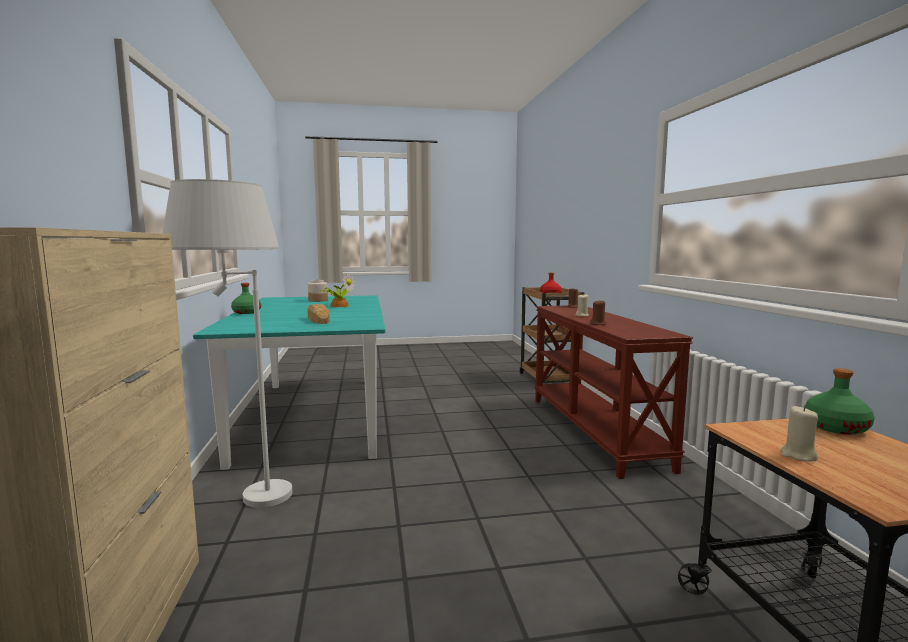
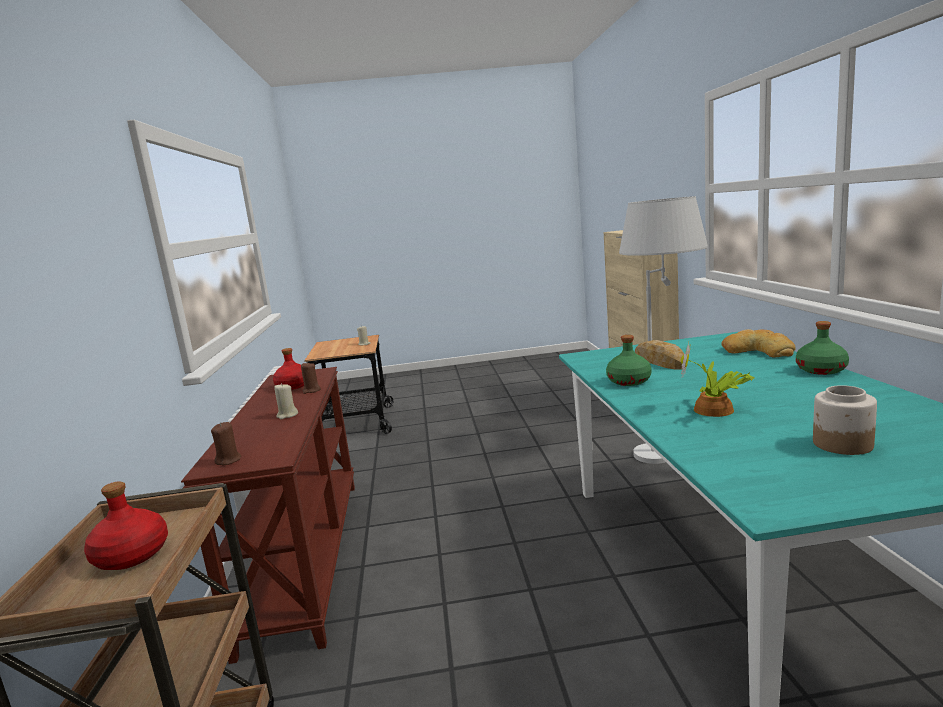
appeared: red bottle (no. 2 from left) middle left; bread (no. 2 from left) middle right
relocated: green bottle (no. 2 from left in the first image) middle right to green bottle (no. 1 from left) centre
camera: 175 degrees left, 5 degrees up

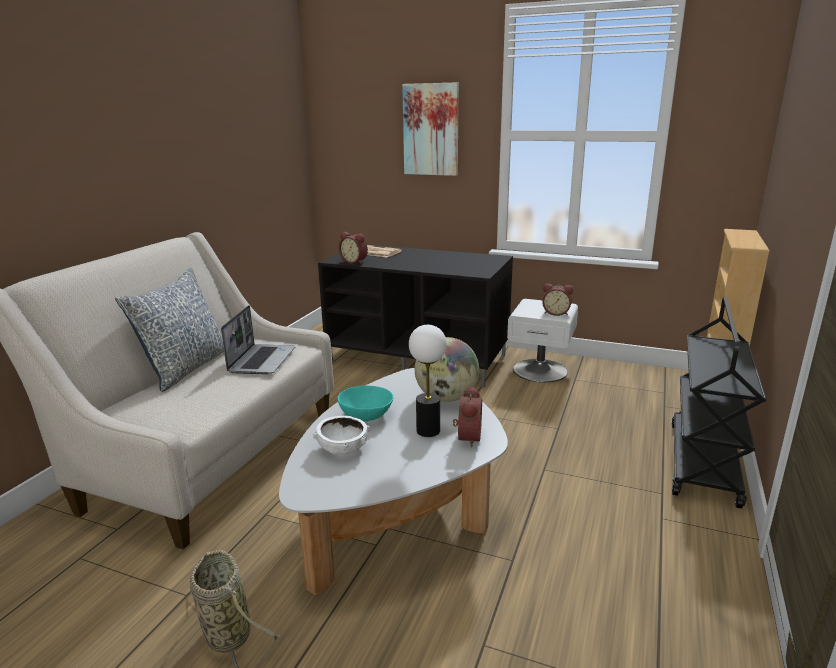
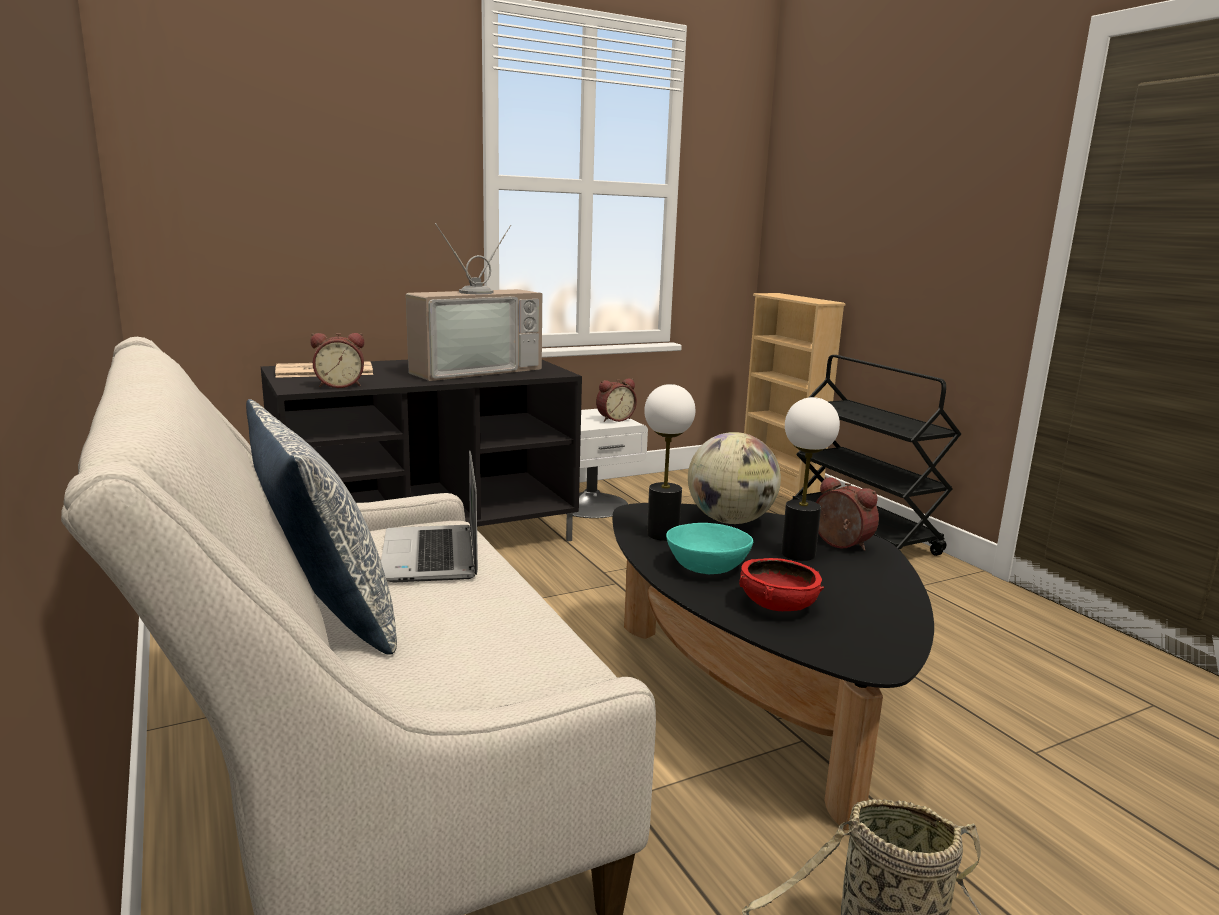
missing: picture top centre
appeared: television top centre; table lamp (no. 1 from left) centre
colour: white coffee table bottom centre to black coffee table bottom centre; white bowl centre to red bowl centre
spun: laptop middle left = centre 150 degrees counterclockwise
camera: 50 degrees left, 5 degrees down

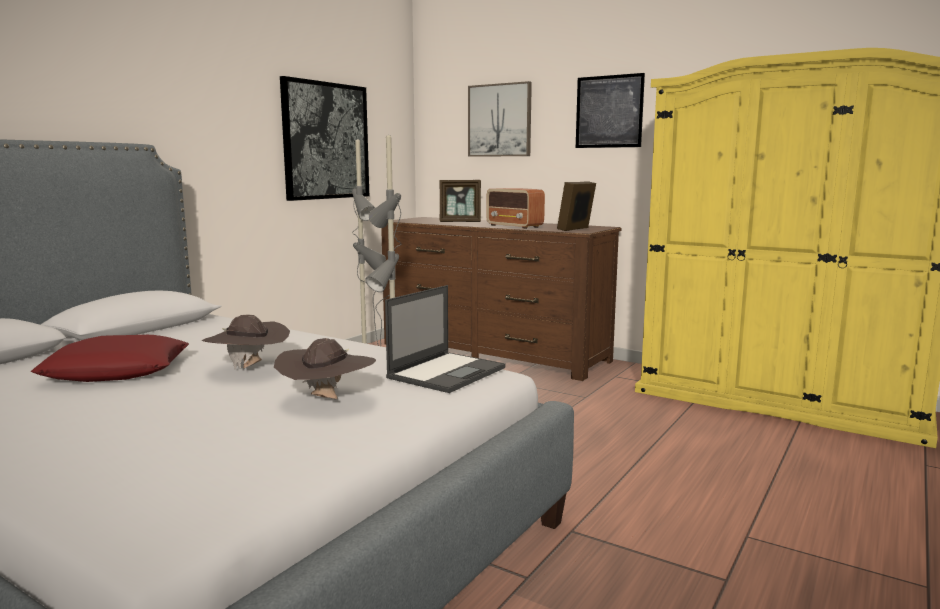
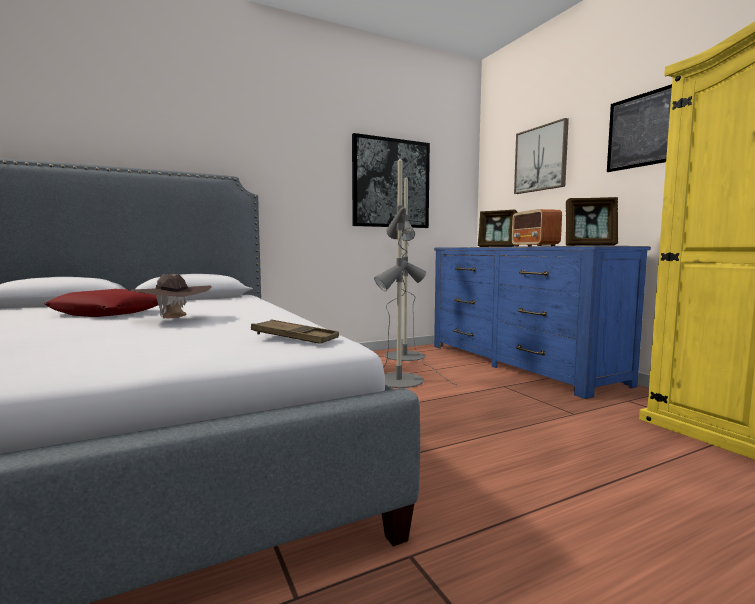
missing: brown hat (no. 2 from left) centre
exchanged: laptop centre to brown tray centre
colour: brown dresser centre to blue dresser middle right
spun: picture frame (no. 2 from left) centre = middle right 150 degrees counterclockwise
camera: 30 degrees right, 5 degrees down

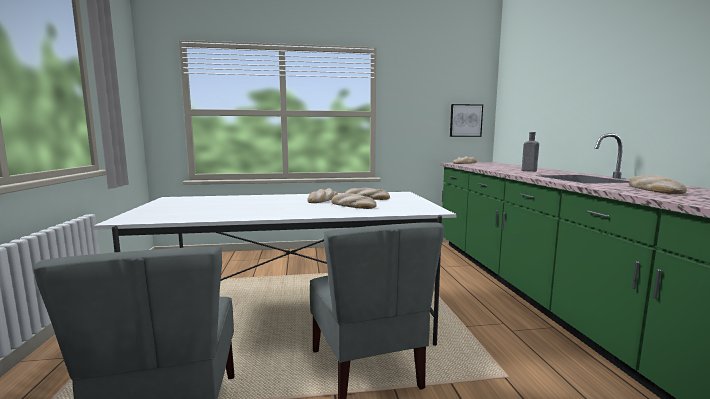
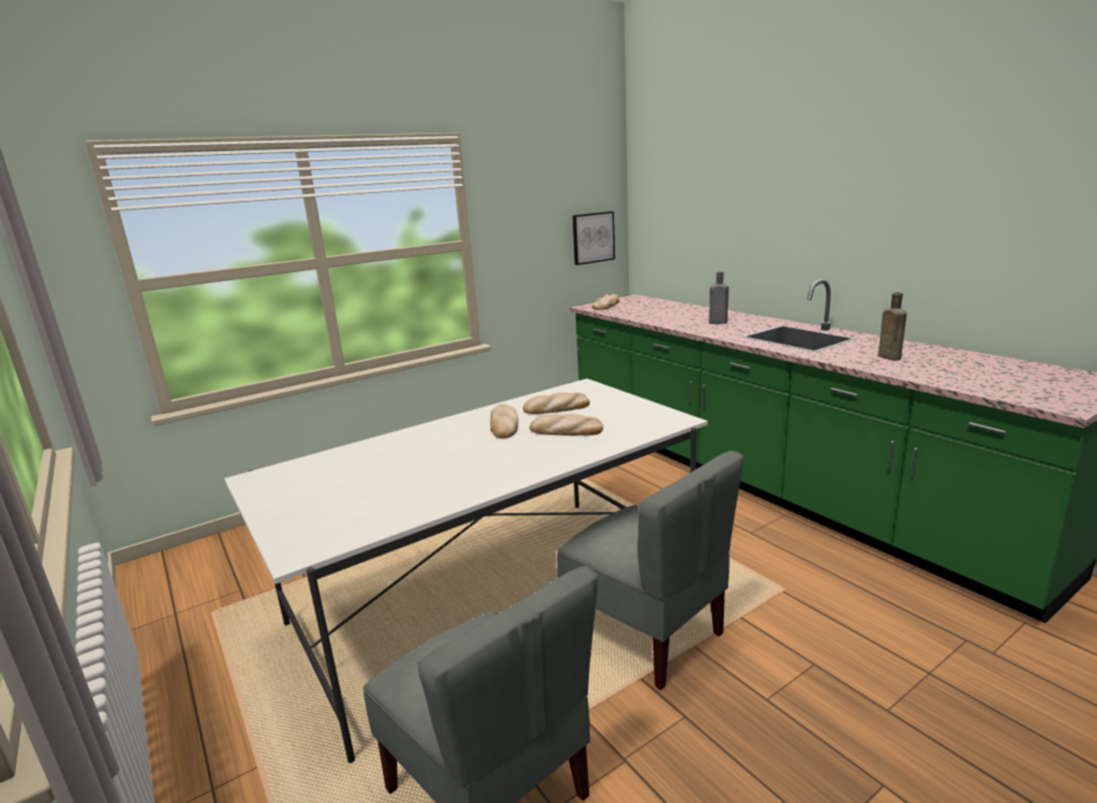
exchanged: bread (no. 5 from left) middle right to brown bottle middle right
camera: 25 degrees left, 10 degrees up

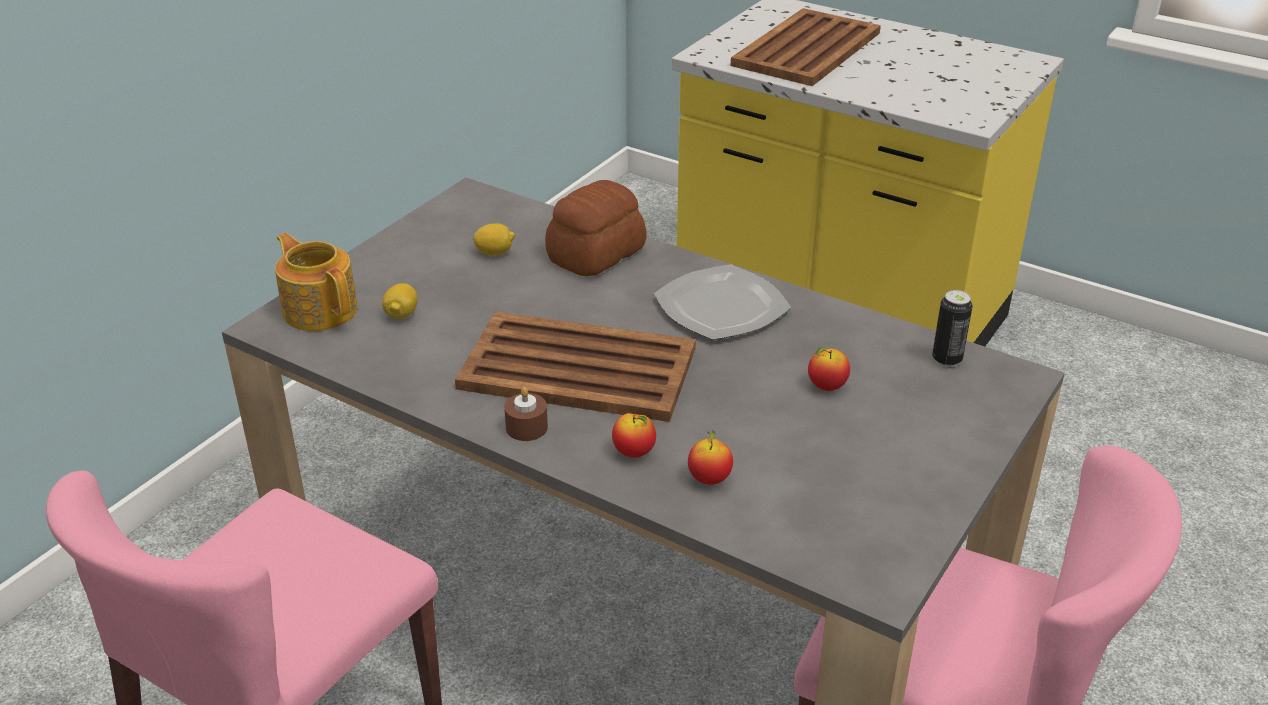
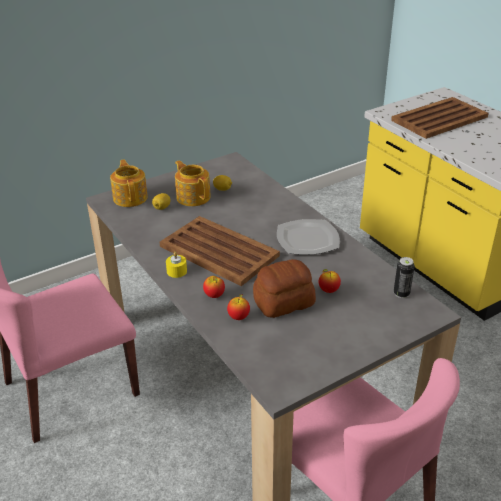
appeared: teapot (no. 2 from left) centre
relocated: bread top centre to centre
colour: brown candle centre to yellow candle centre
camera: 25 degrees right, 0 degrees up

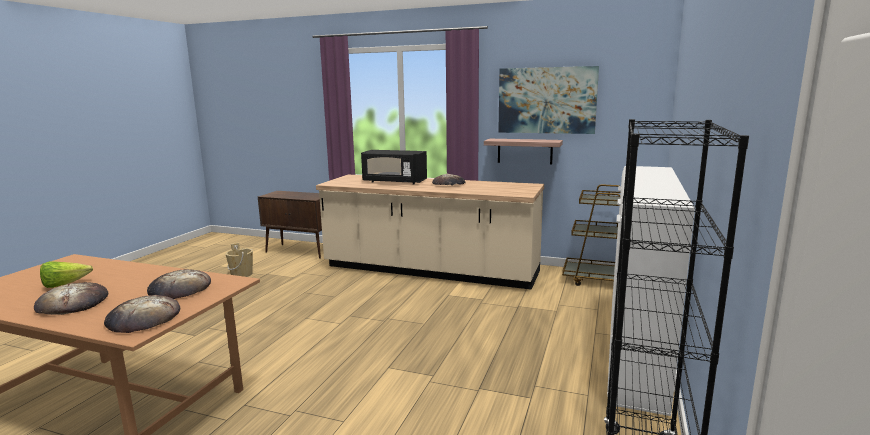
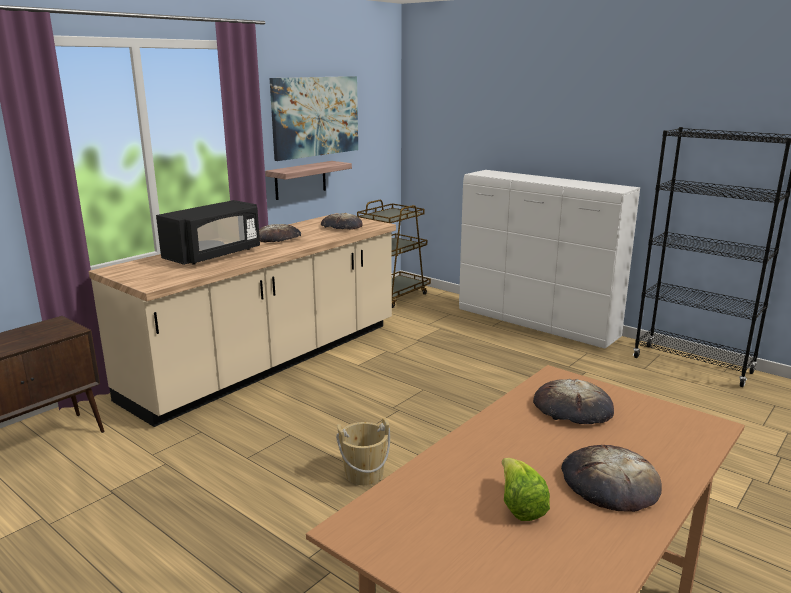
relocated: bread (no. 2 from left) bottom left to centre; beige bucket middle left to bottom centre
camera: 70 degrees left, 5 degrees up

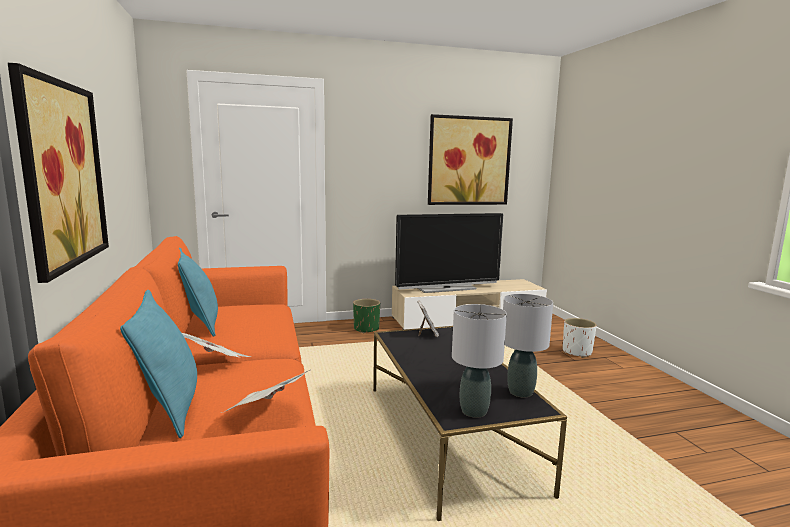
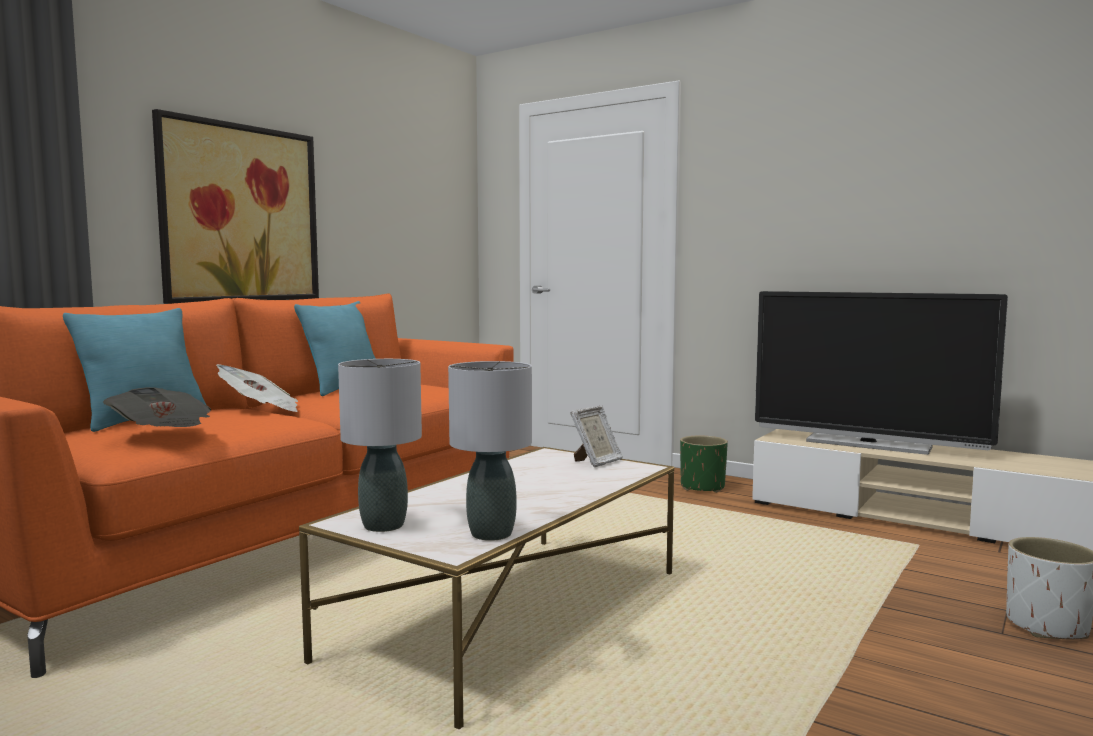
missing: picture (no. 2 from left) top centre
colour: black coffee table bottom centre to white coffee table bottom centre
camera: 50 degrees right, 5 degrees down

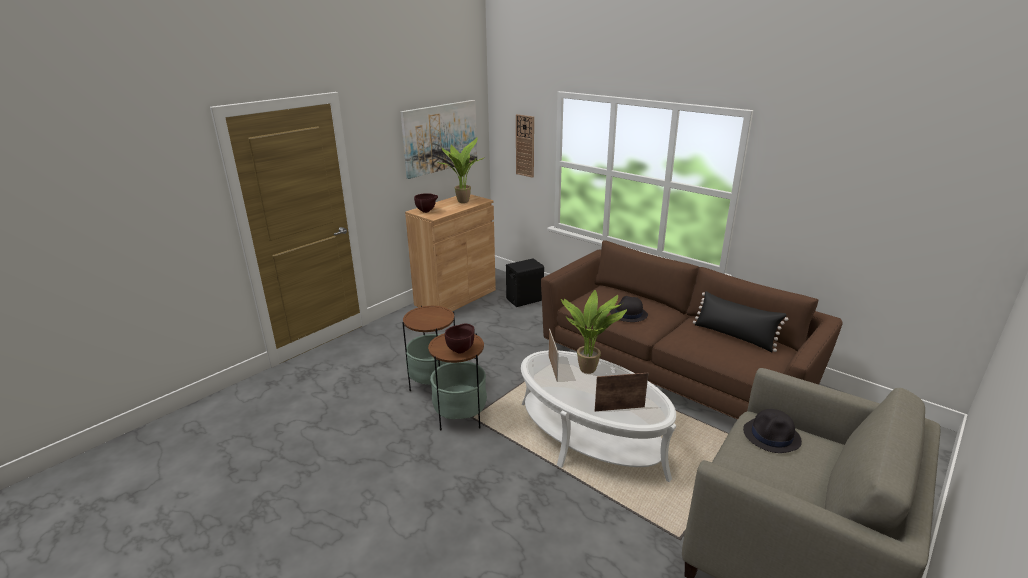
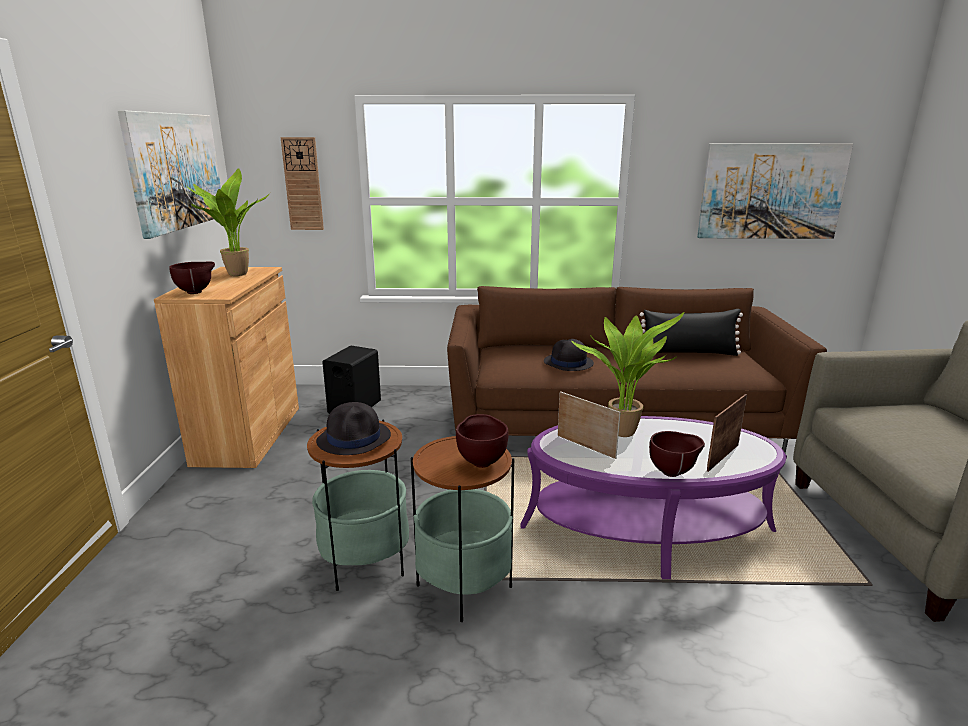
appeared: brown bowl (no. 3 from left) middle right; picture (no. 2 from left) top right
relocated: black hat (no. 2 from left in the first image) bottom right to black hat (no. 1 from left) centre
colour: white coffee table bottom centre to purple coffee table bottom right
camera: 40 degrees left, 5 degrees down

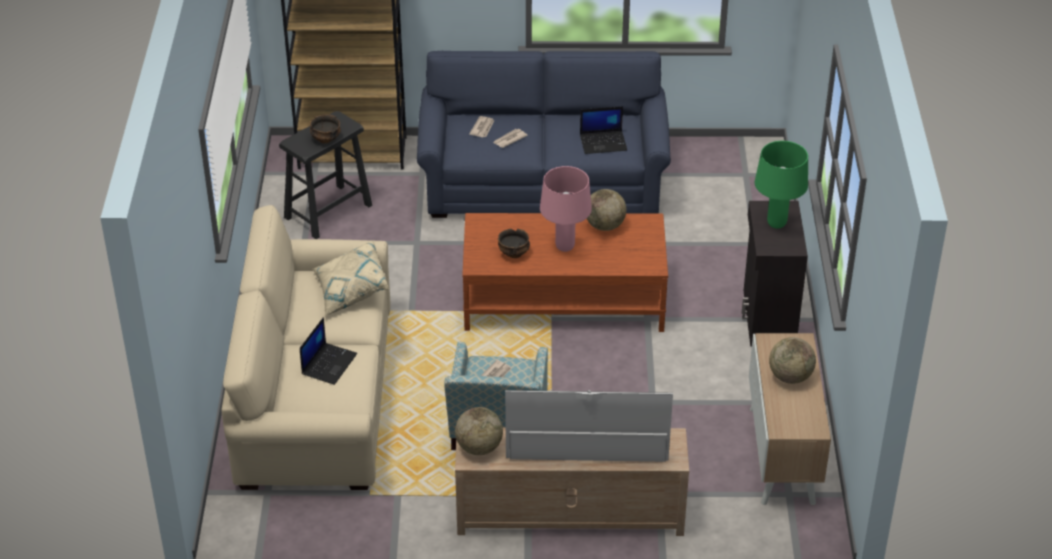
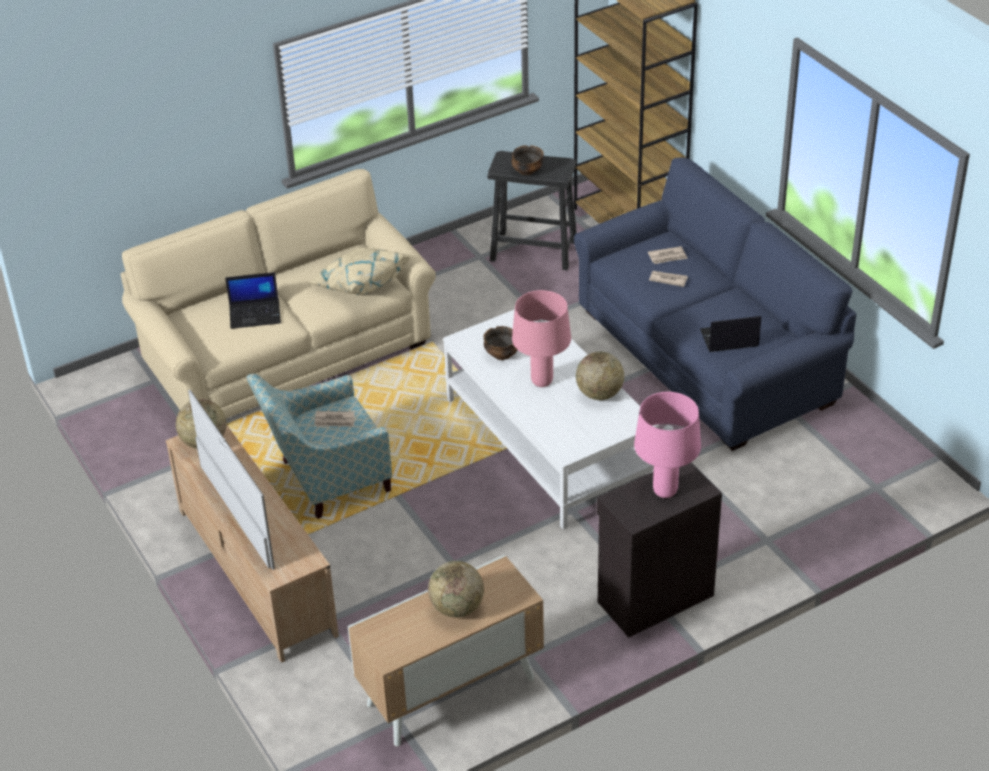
colour: brown coffee table centre to white coffee table centre; green table lamp top right to pink table lamp (no. 2 from left) middle right
spun: laptop (no. 2 from left) top centre = middle right 120 degrees clockwise
camera: 60 degrees right, 0 degrees up

